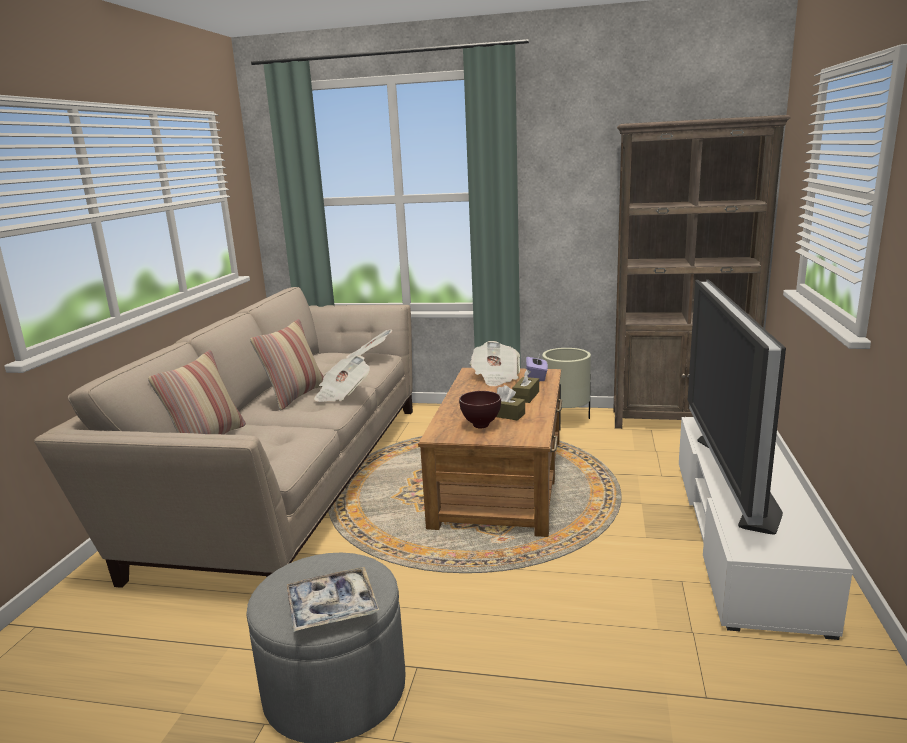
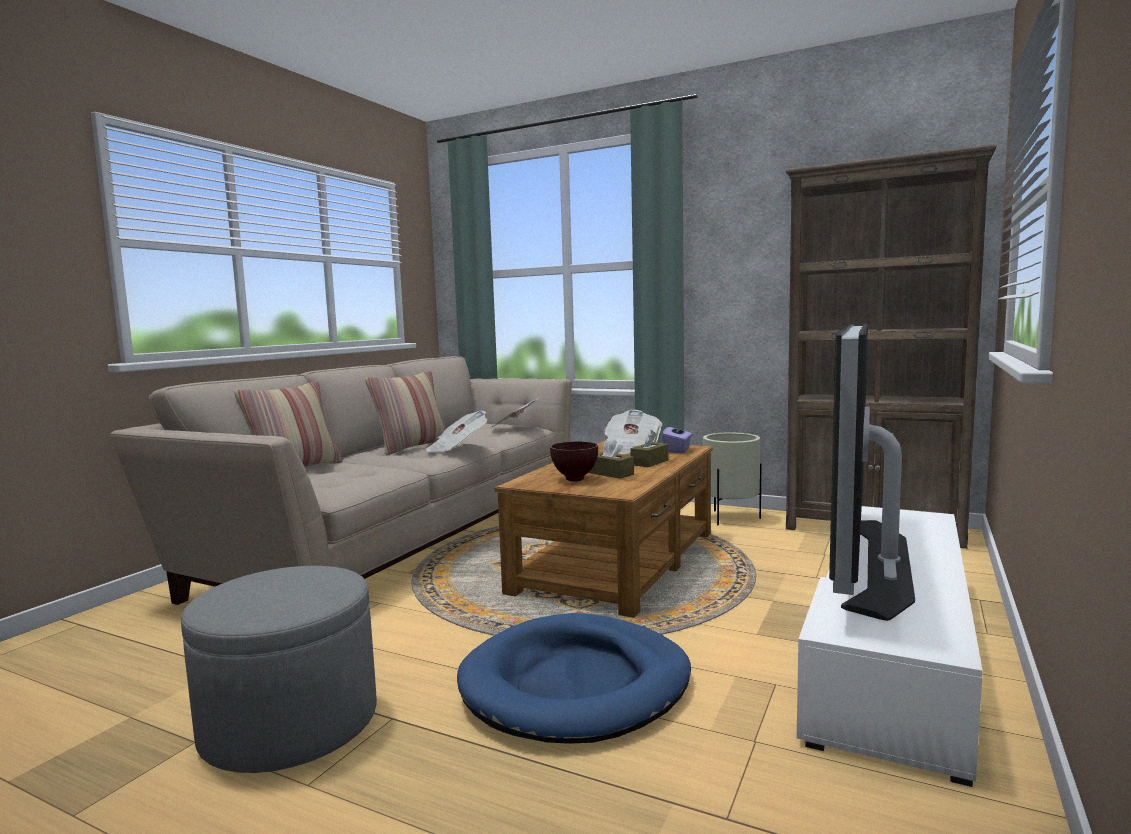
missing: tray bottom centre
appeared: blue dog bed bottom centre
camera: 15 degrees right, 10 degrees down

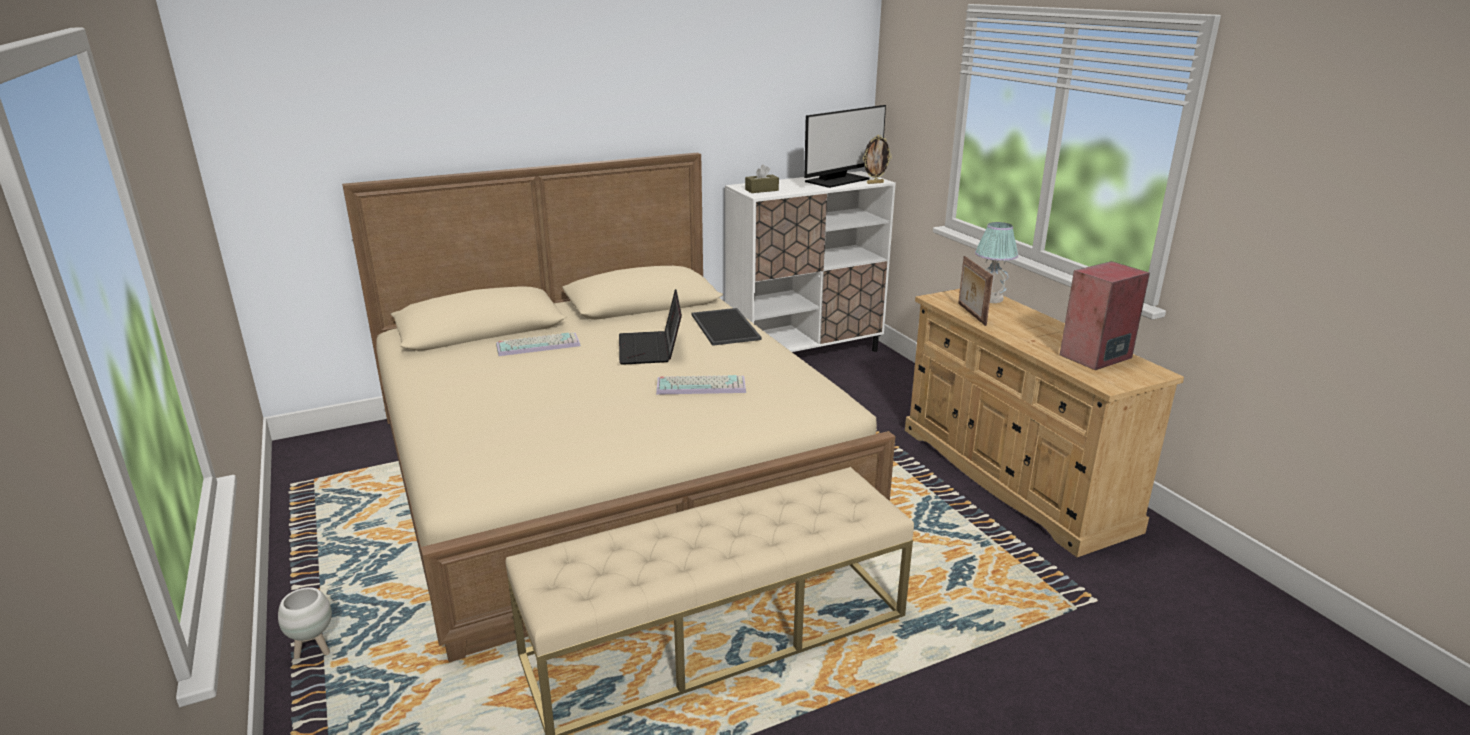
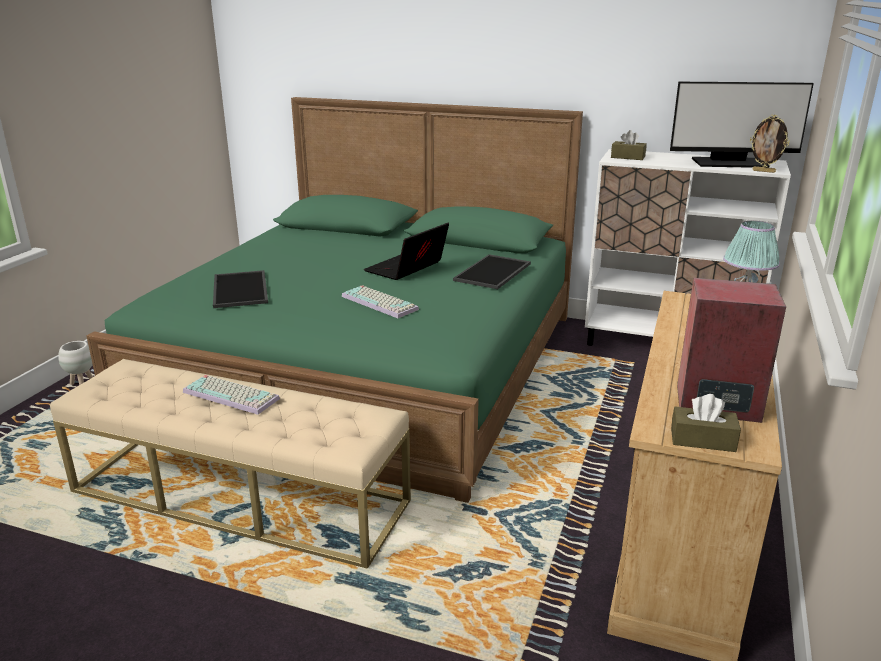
missing: picture frame (no. 2 from left) centre
appeared: tray (no. 1 from left) middle left; brown tissue box (no. 2 from left) middle right
relocated: keyboard (no. 1 from left) centre to middle left
colour: beige bed centre to green bed centre
camera: 45 degrees right, 0 degrees up

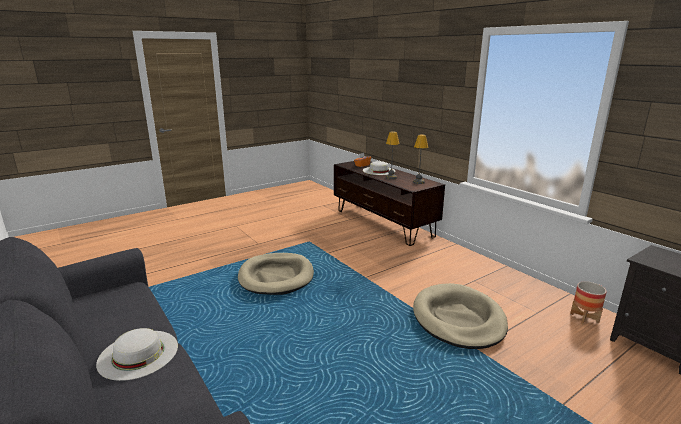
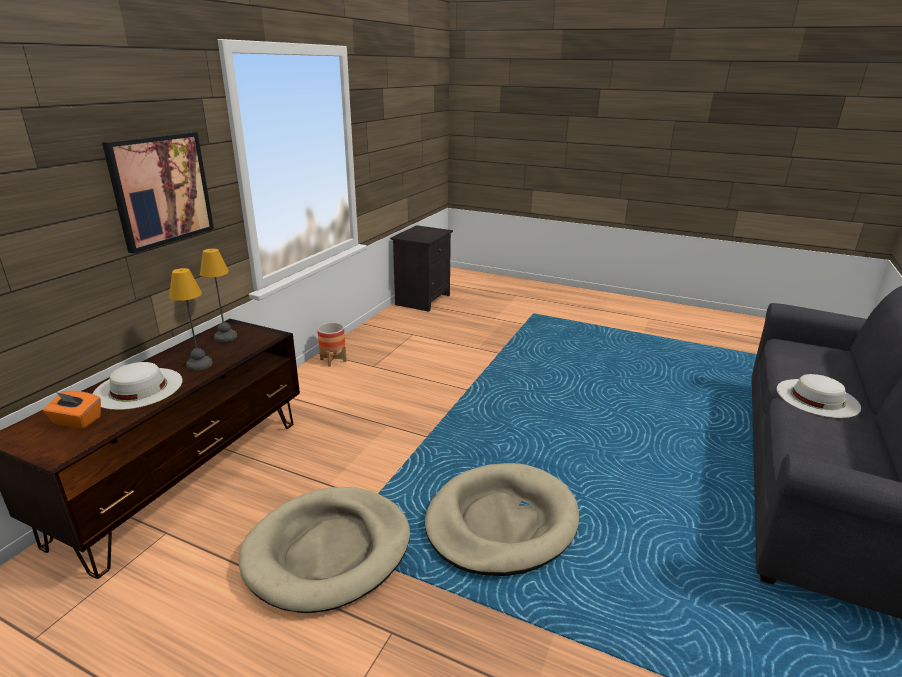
appeared: picture top left
relocated: beige dog bed (no. 2 from left in the first image) bottom right to beige dog bed (no. 1 from left) bottom centre; planter bottom right to centre
camera: 120 degrees left, 5 degrees up

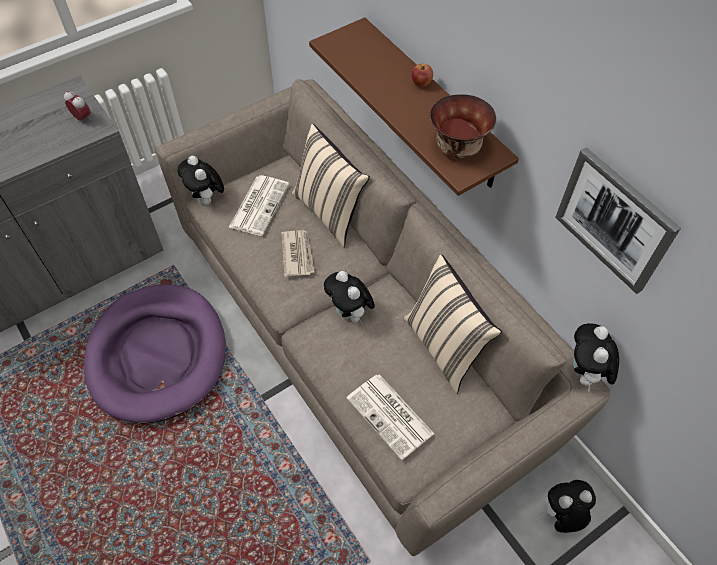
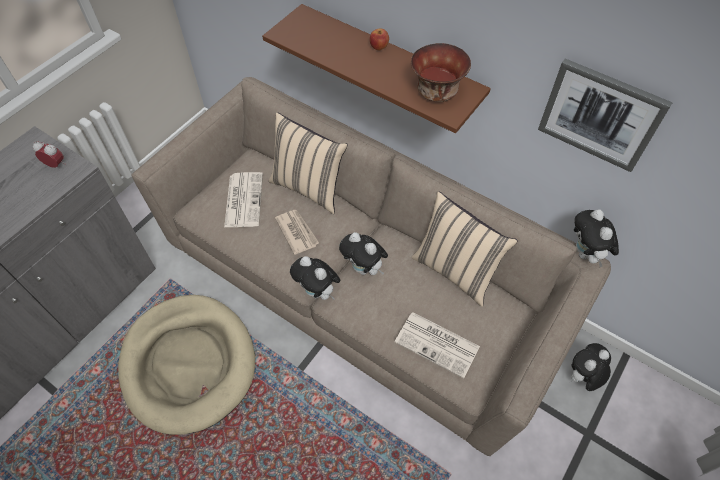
relocated: plush toy (no. 1 from left) top left to centre
colour: purple dog bed middle left to beige dog bed bottom left
camera: 20 degrees left, 0 degrees up

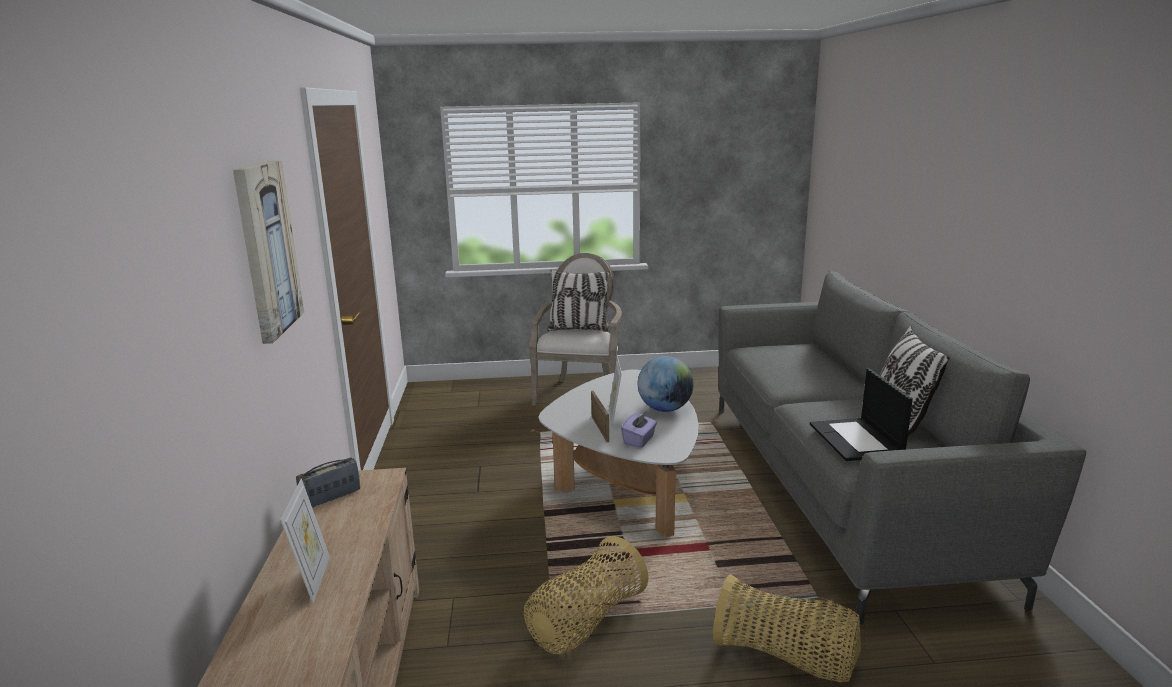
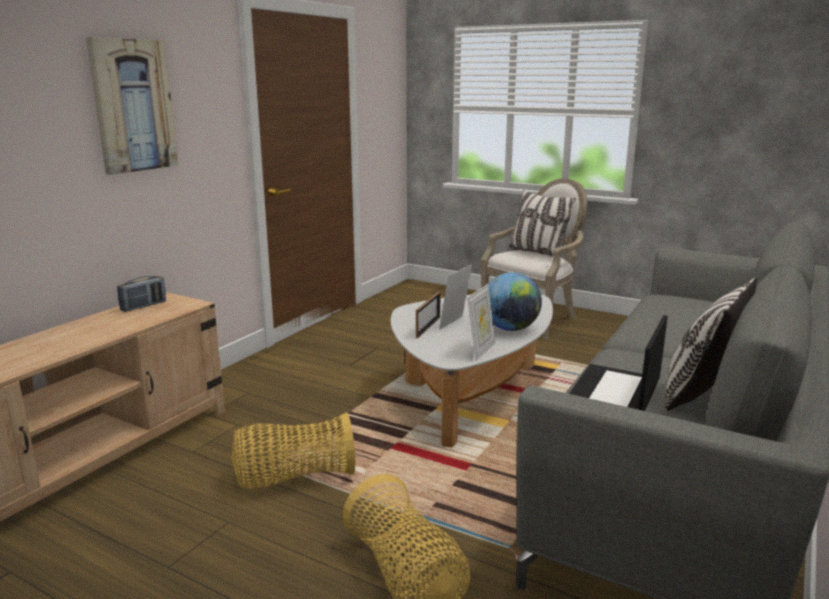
missing: purple tissue box centre
relocated: picture frame (no. 1 from left in the first image) bottom left to picture frame (no. 3 from left) centre
spun: radio bottom left = middle left 135 degrees clockwise
camera: 35 degrees right, 0 degrees up

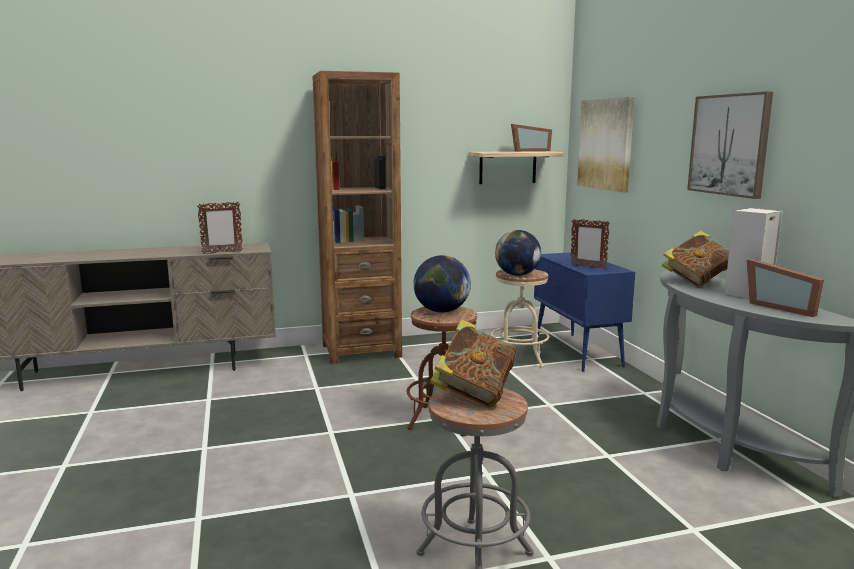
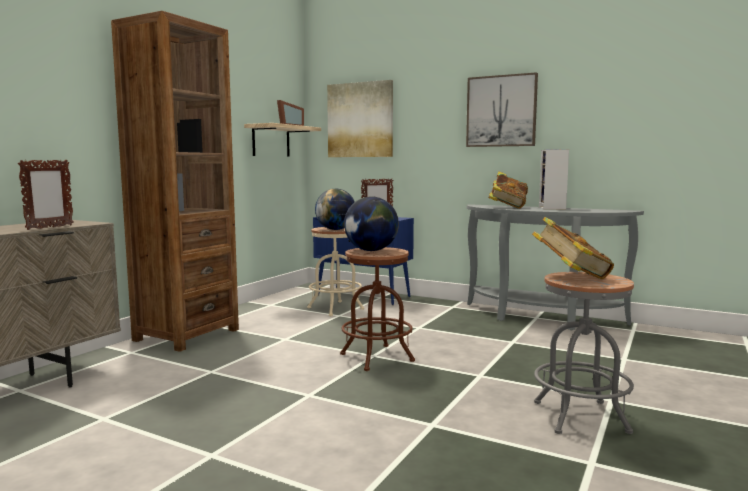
missing: picture frame (no. 4 from left) middle right
camera: 45 degrees left, 5 degrees down

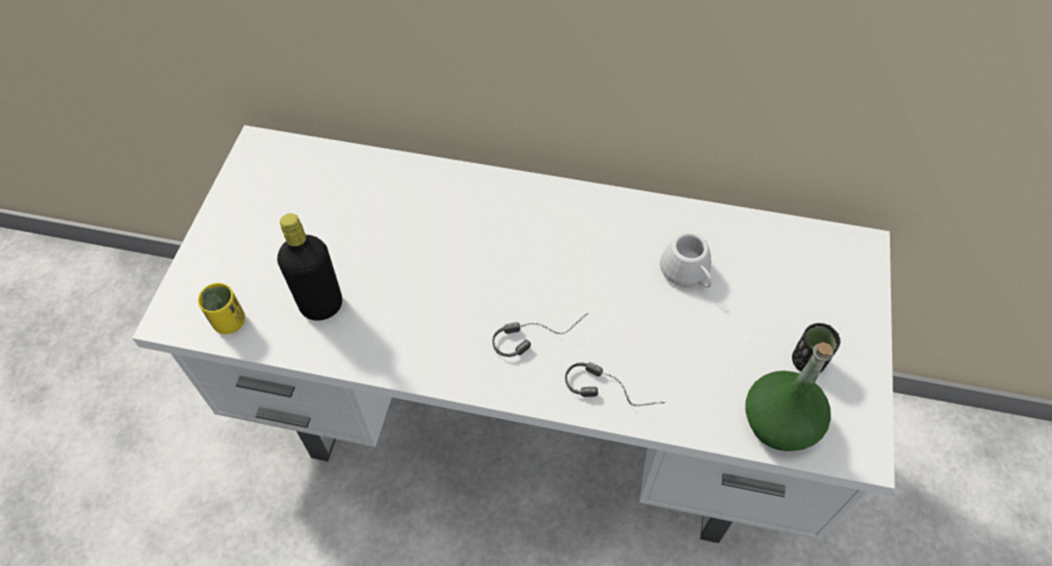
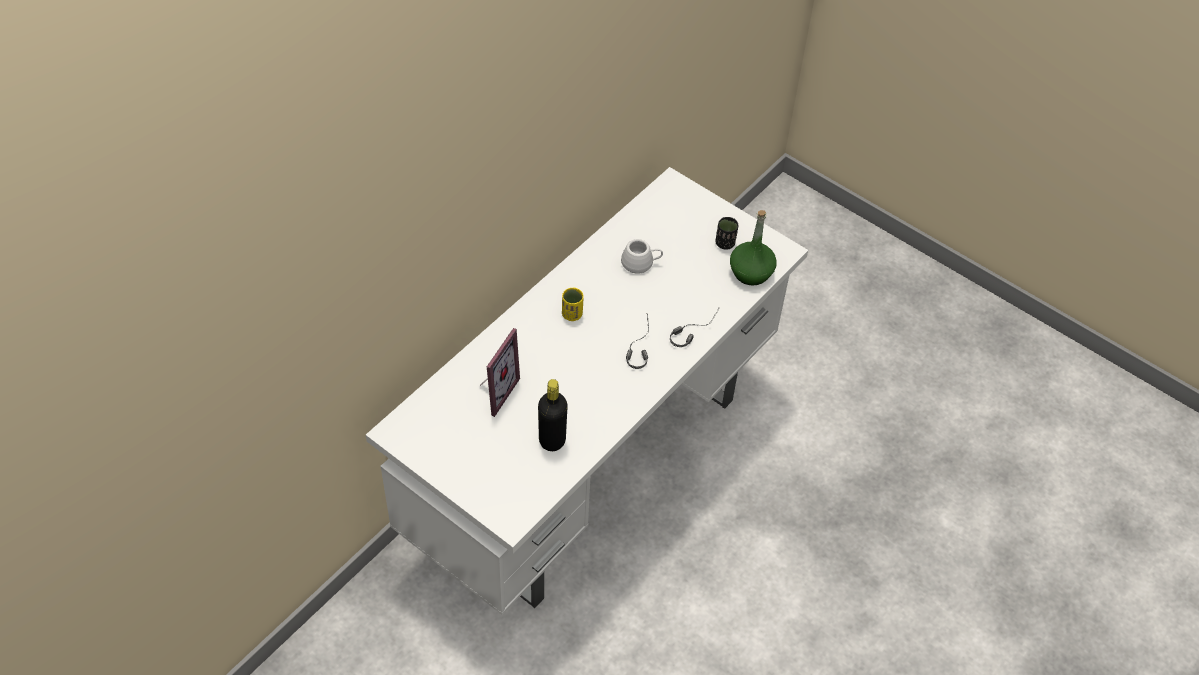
appeared: picture frame centre
relocated: yellow cup middle left to centre
camera: 65 degrees left, 5 degrees down

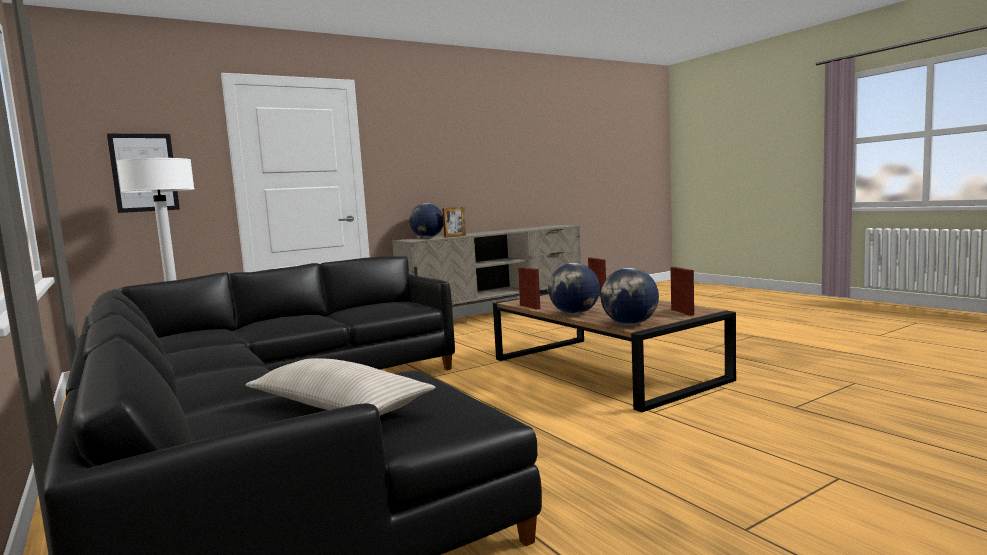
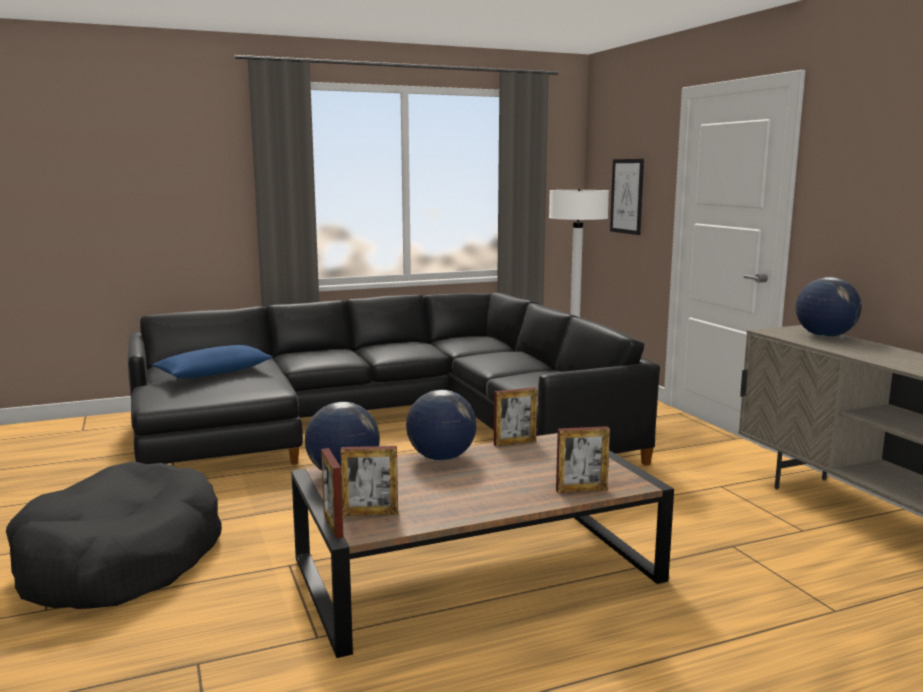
appeared: black dog bed bottom left
relocated: picture frame (no. 1 from left) centre to bottom centre
colour: beige pillow bottom centre to blue pillow middle left
camera: 100 degrees right, 5 degrees up

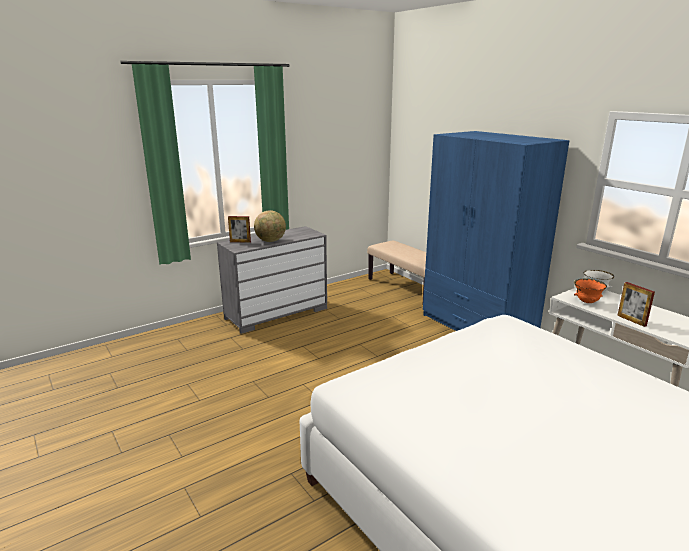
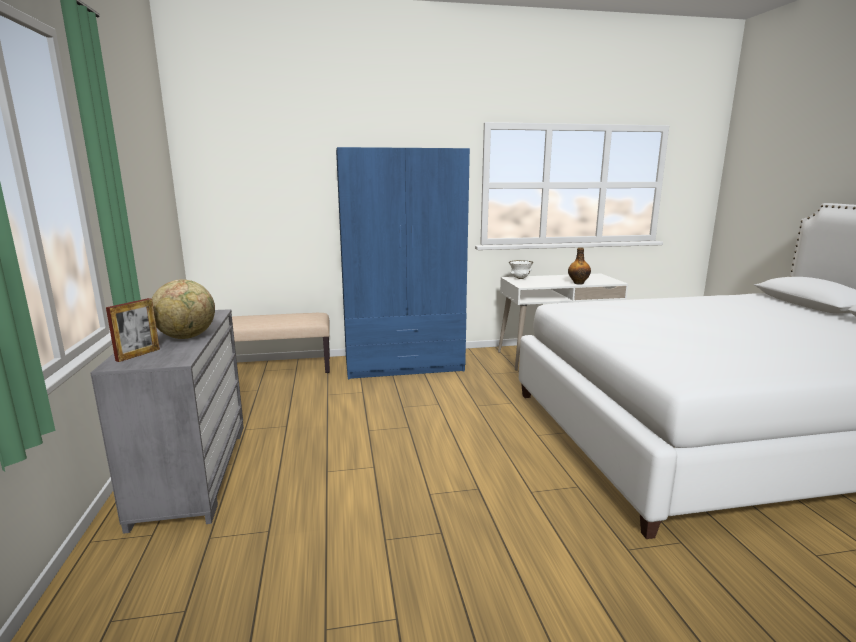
missing: orange bowl middle right
exchanged: picture frame (no. 2 from left) middle right to bottle middle right
camera: 65 degrees left, 5 degrees down

